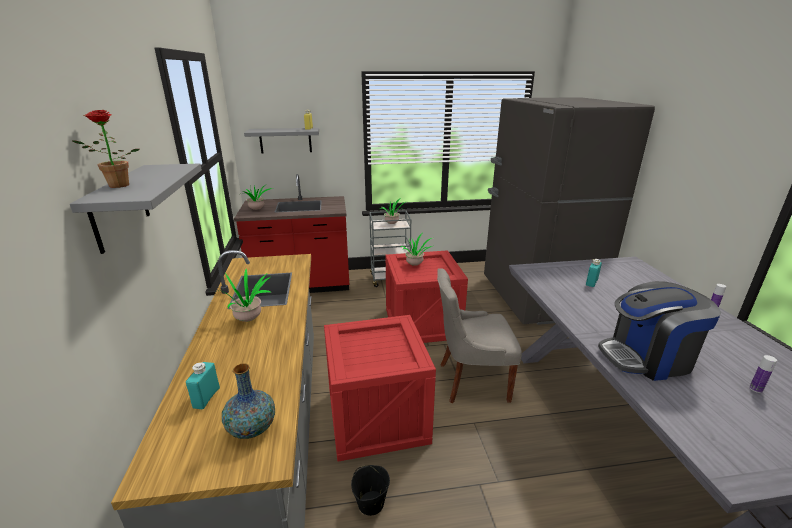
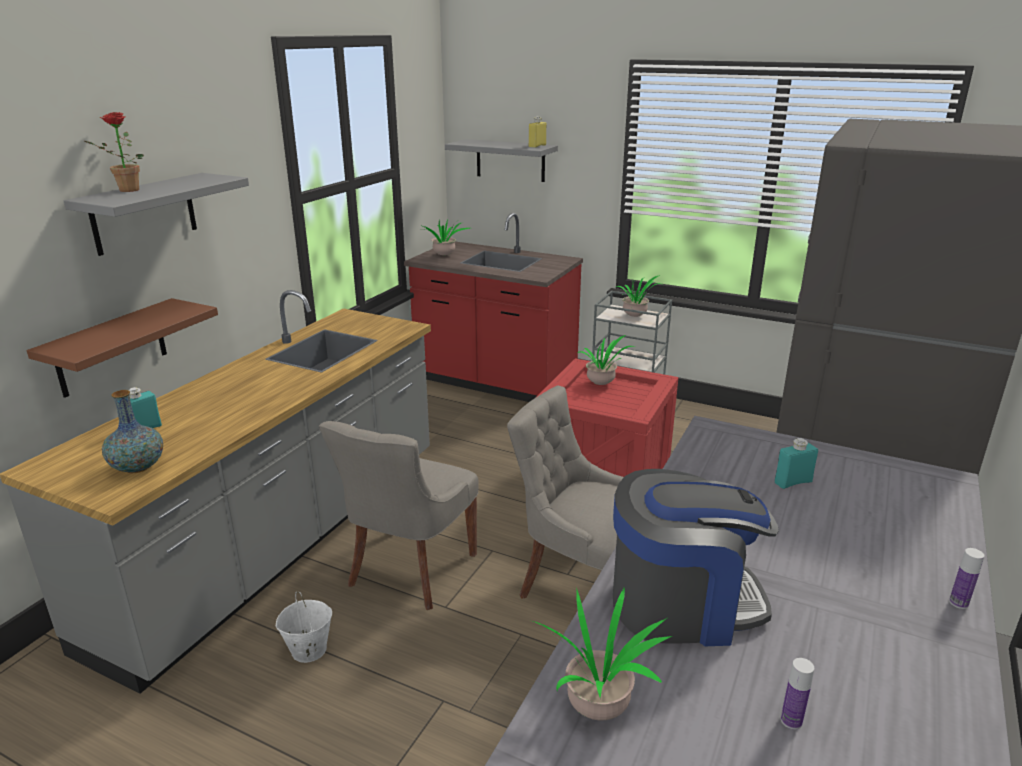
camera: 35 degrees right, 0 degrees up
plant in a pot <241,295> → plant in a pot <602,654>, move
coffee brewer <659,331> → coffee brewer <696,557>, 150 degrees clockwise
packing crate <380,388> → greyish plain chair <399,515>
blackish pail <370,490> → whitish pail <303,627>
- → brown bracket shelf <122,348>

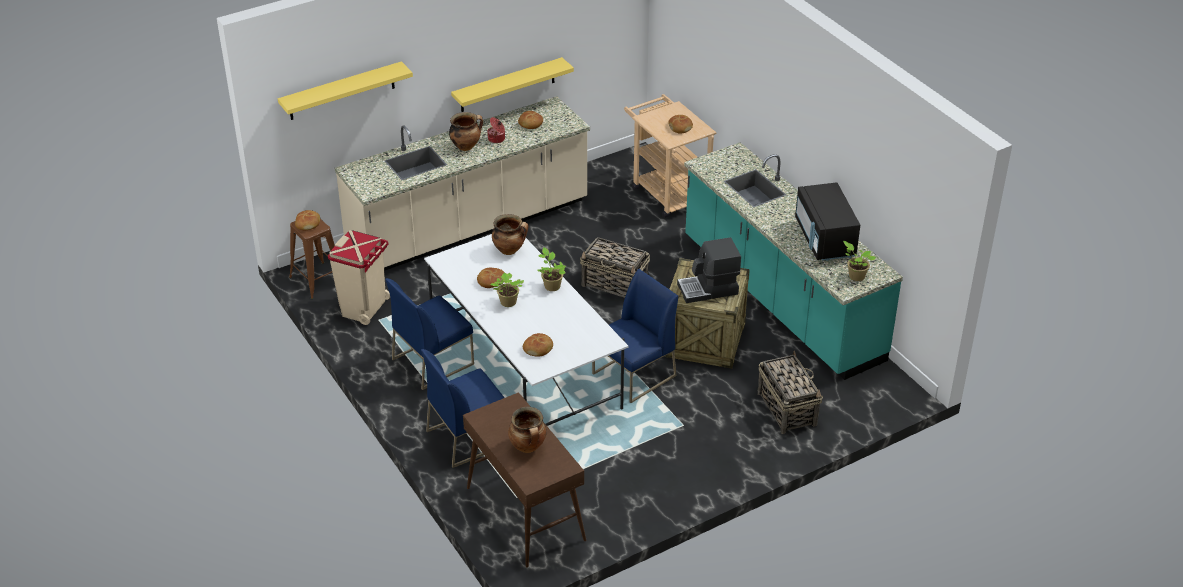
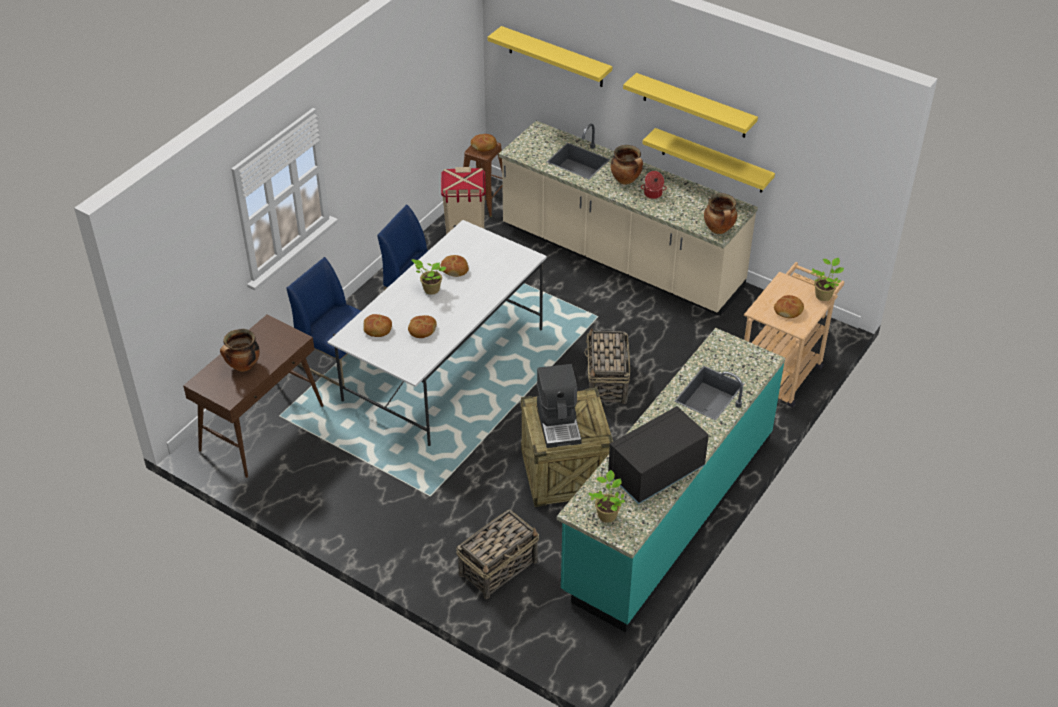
camera: 65 degrees right, 5 degrees up
bakery bread <530,120> → bakery bread <422,326>, move
stockpot <510,234> → stockpot <720,213>, move
coffee brewer <709,270> → coffee brewer <559,406>, 150 degrees counterclockwise
plant in a pot <551,269> → plant in a pot <827,279>, move
blue-coloured plain chair <635,336> → -
- → yellowish bracket shelf <690,105>

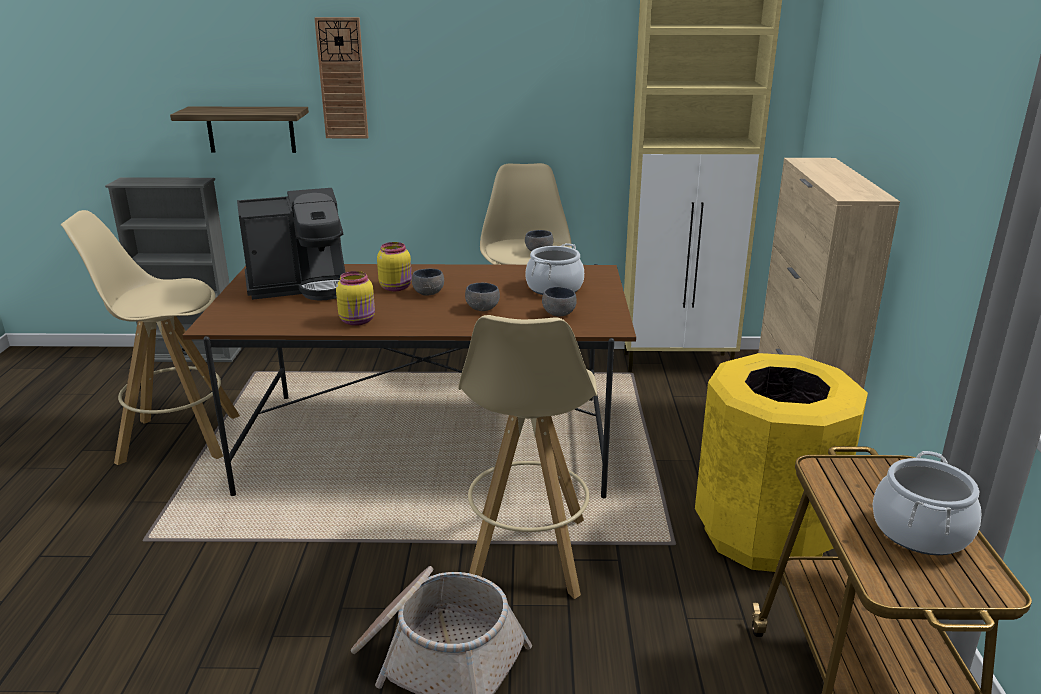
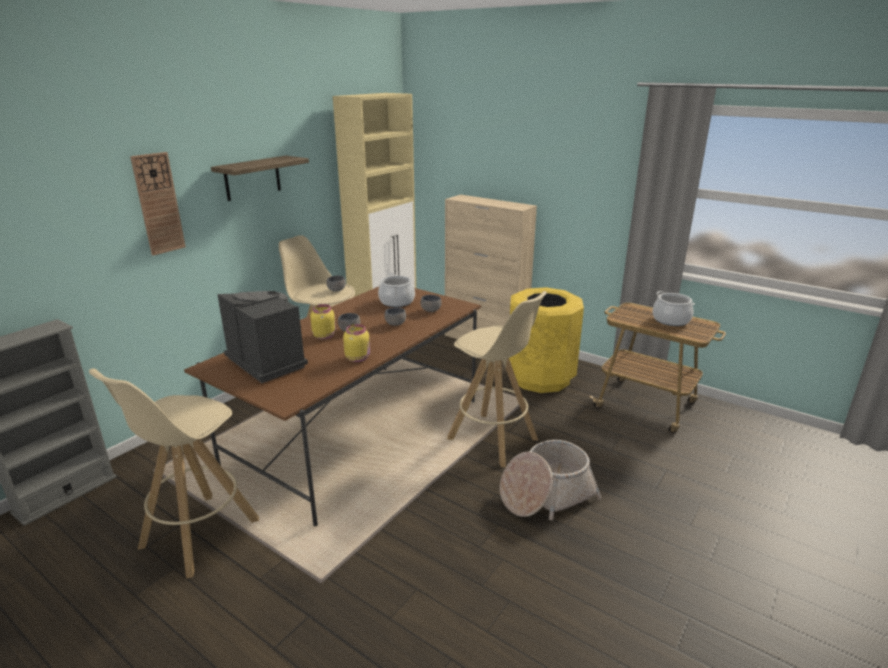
camera: 55 degrees left, 0 degrees up
bracket shelf <239,130> → bracket shelf <260,178>, move
coffee brewer <291,244> → coffee brewer <263,337>, 60 degrees counterclockwise

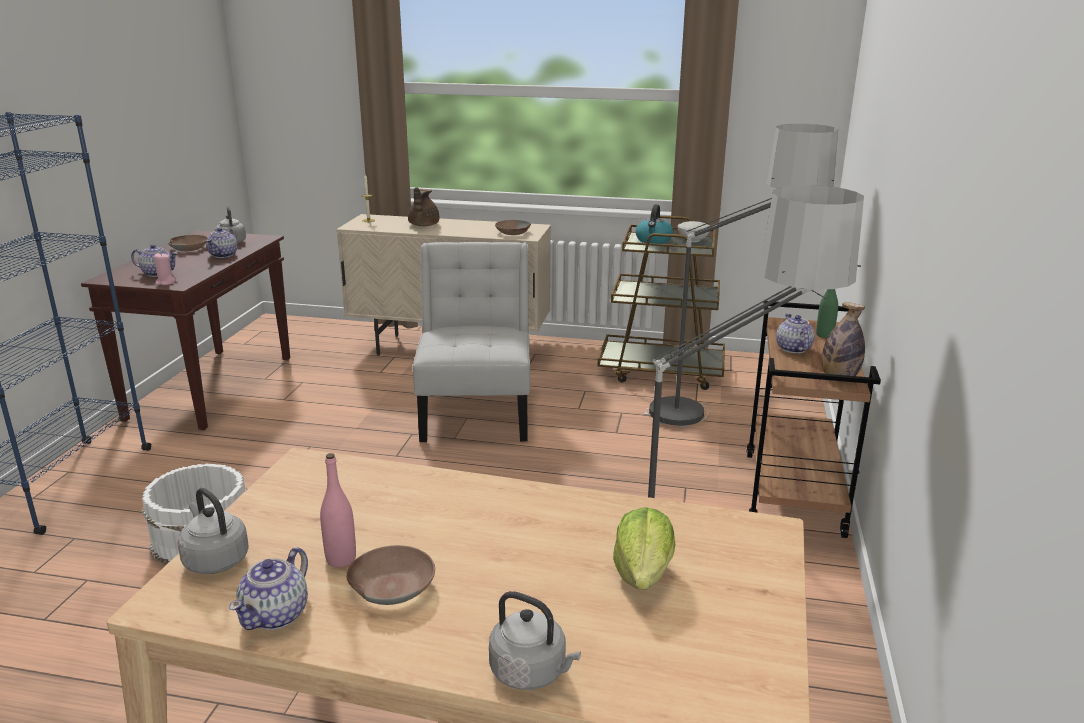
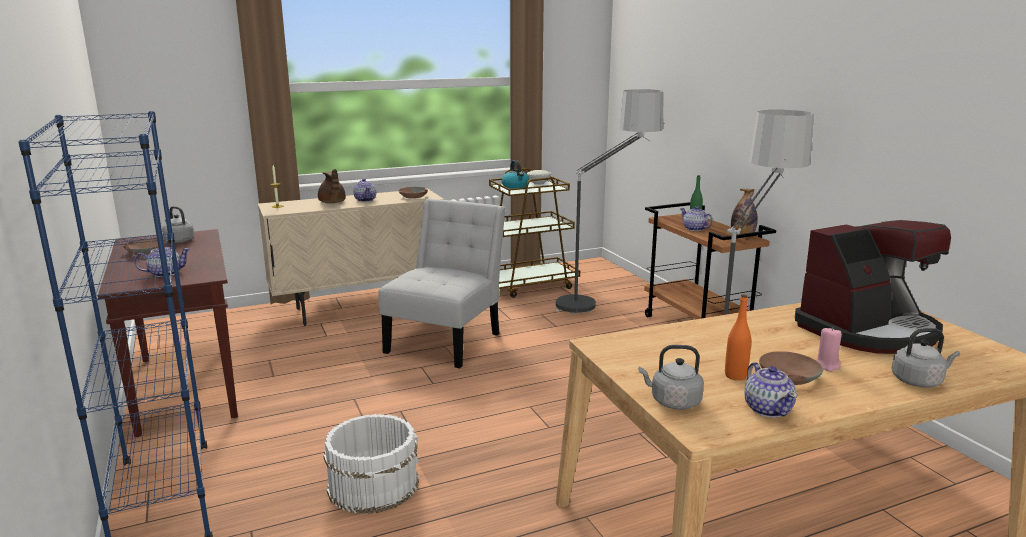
camera: 35 degrees left, 5 degrees down
teapot <221,243> → teapot <365,190>, move
whitish plain chair <471,342> → whitish plain chair <442,283>, 60 degrees clockwise
pink wax candle <165,269> → pink wax candle <829,349>, move
pink bottle <338,510> → orange bottle <738,337>
head of lettuce <644,548> → coffee brewer <873,287>

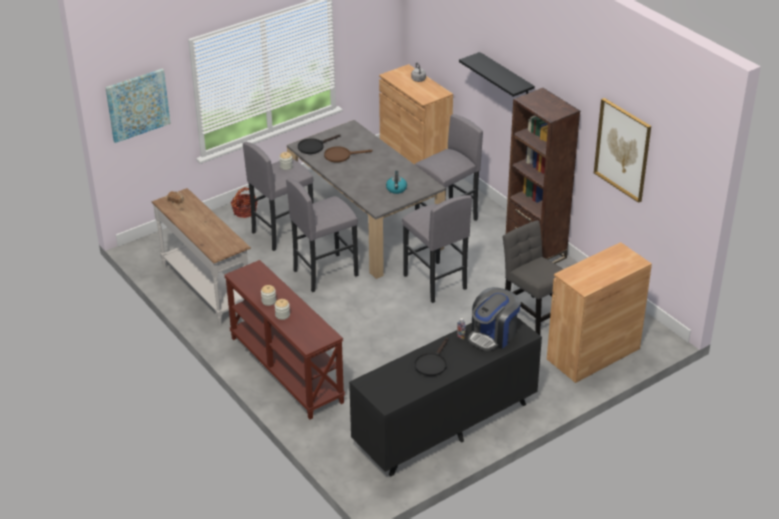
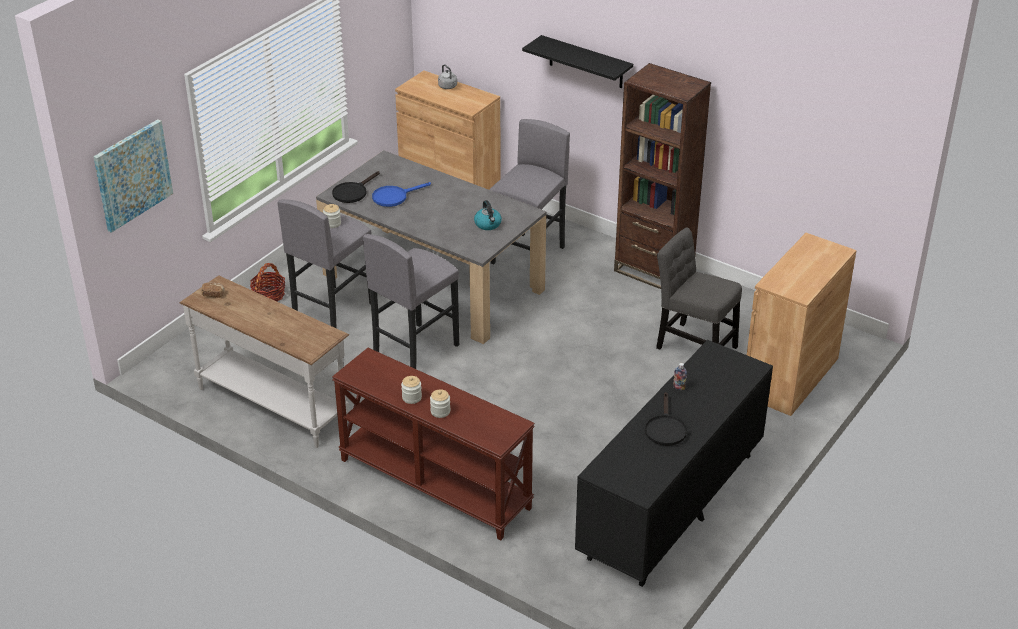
camera: 20 degrees left, 0 degrees up
picture <622,150> → -
brown frying pan <348,154> → blue-coloured frying pan <401,194>
greyish stool seat <437,249> → -
coffee brewer <494,319> → -

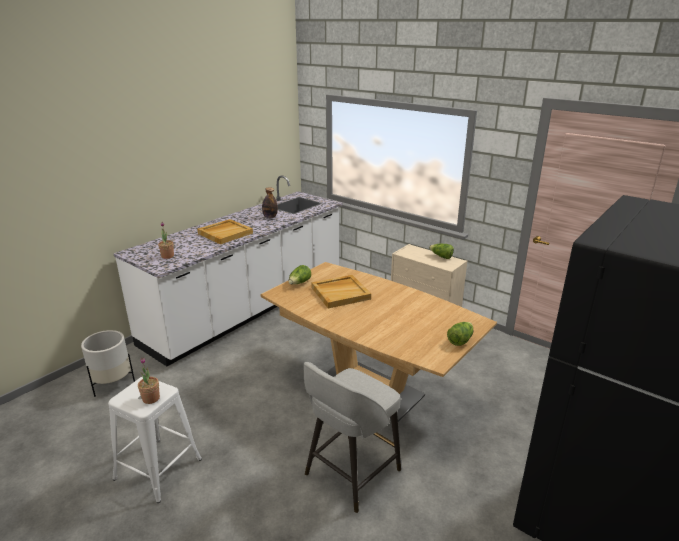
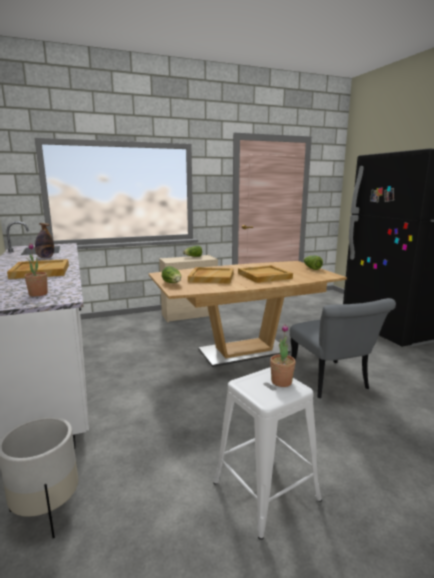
camera: 60 degrees left, 10 degrees down
greyish stool seat <352,437> → greyish plain chair <343,348>
- → sand-coloured serving tray <265,274>

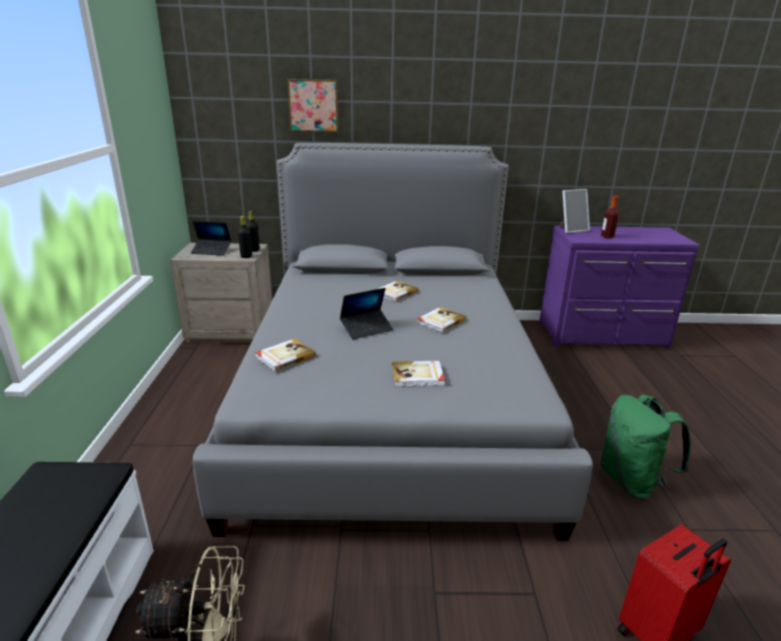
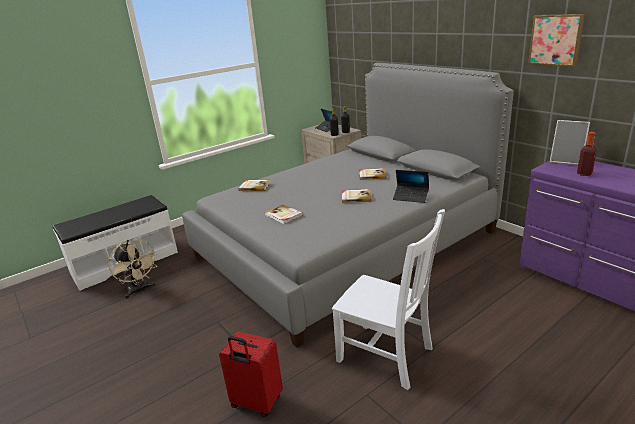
camera: 55 degrees right, 0 degrees up
picture <313,106> → picture <556,40>, move
laptop <366,313> → laptop <411,186>, move
green-coloured knapsack <645,447> → whitish plain chair <388,299>

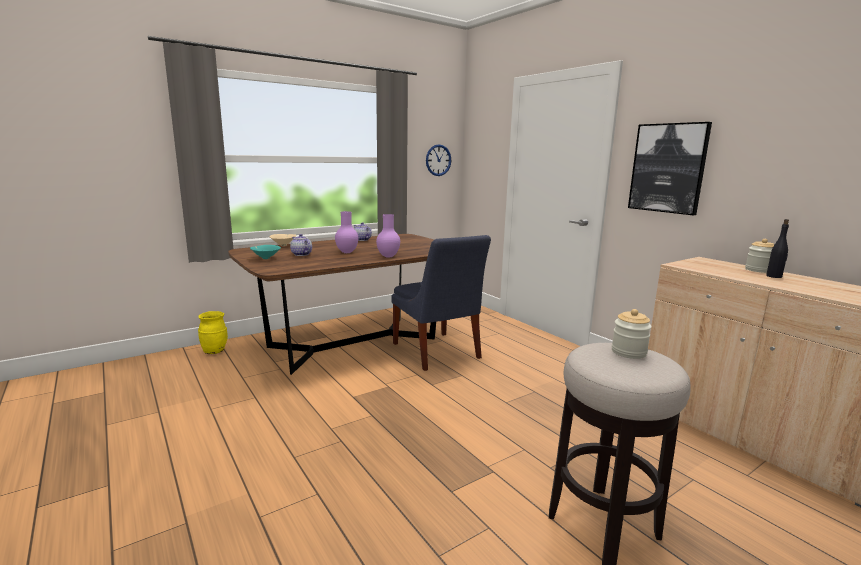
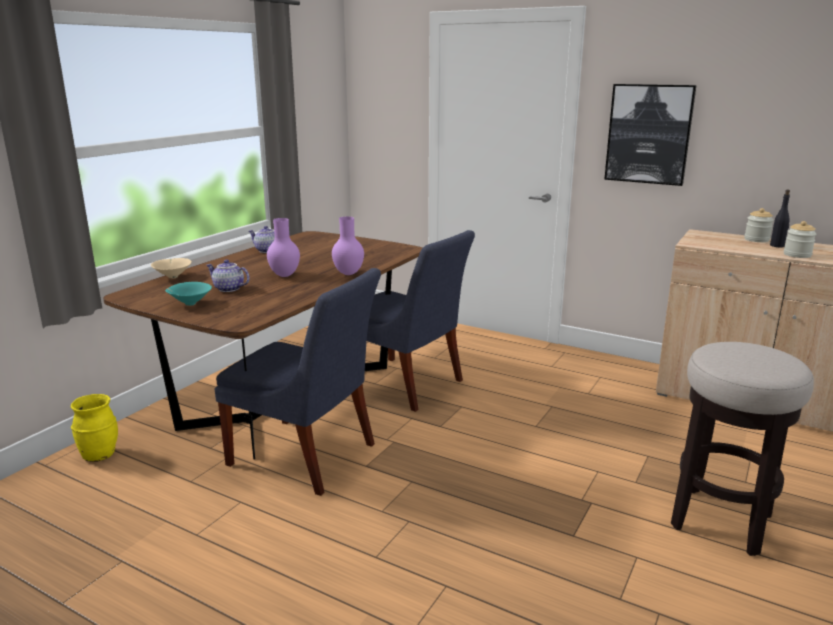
camera: 25 degrees left, 5 degrees up
clock on the wall <438,160> → -
storage jar <632,334> → storage jar <800,239>, move
- → blue-coloured plain chair <298,382>

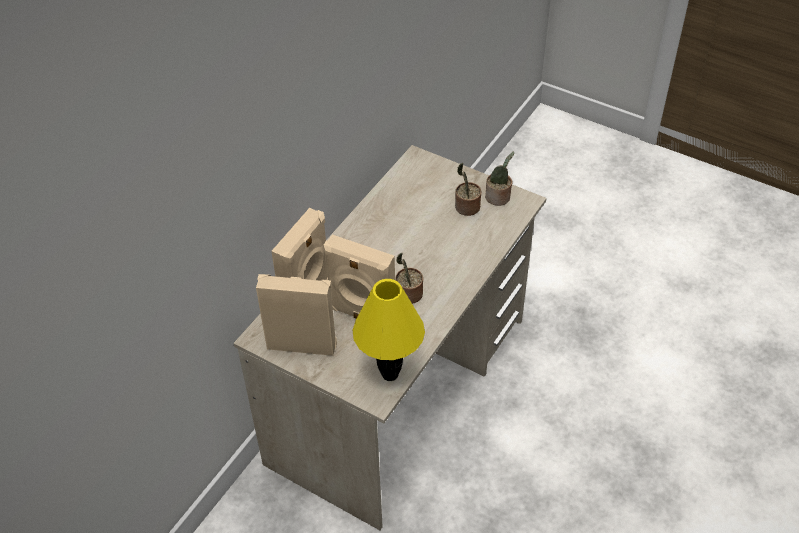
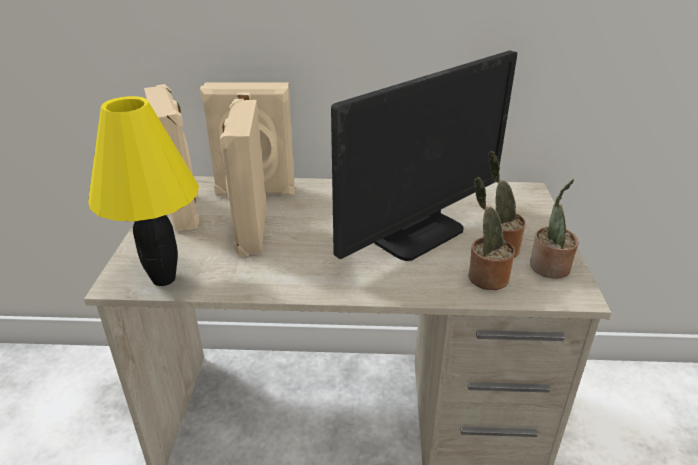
camera: 60 degrees right, 15 degrees down
plant in a pot <409,278> → plant in a pot <491,233>, move
- → computer display <424,155>

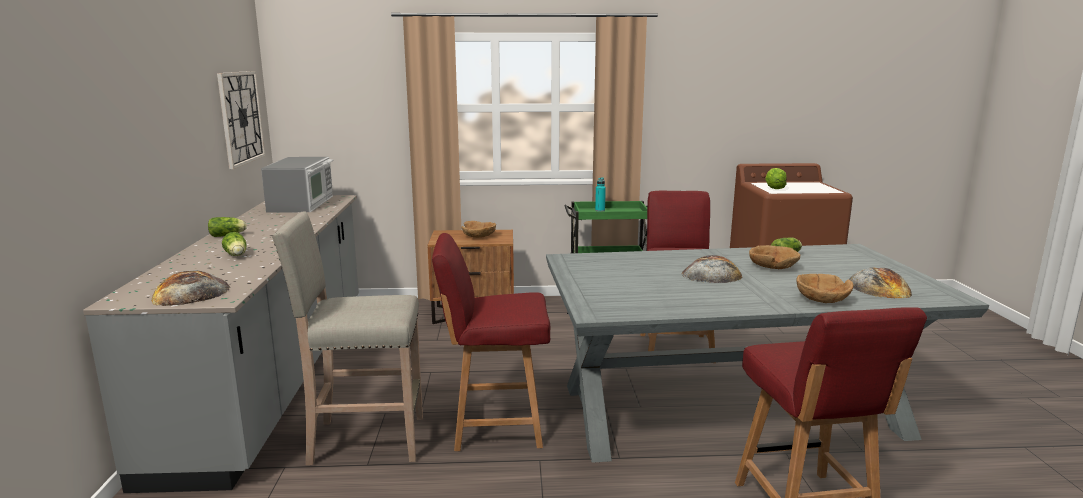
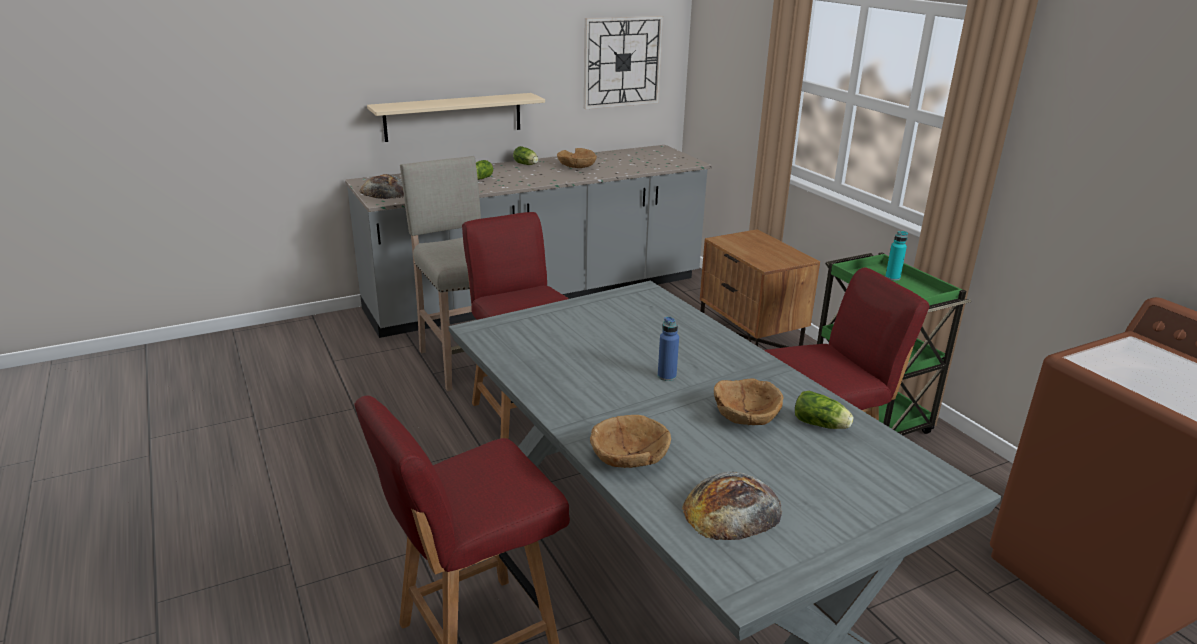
camera: 65 degrees right, 10 degrees up
microwave oven <297,184> → -
head of lettuce <776,178> → -
brown bowl <479,229> → brown bowl <577,158>, move
bakery bread <712,269> → blue-coloured bottle <668,348>
- → sand-coloured bracket shelf <456,117>

